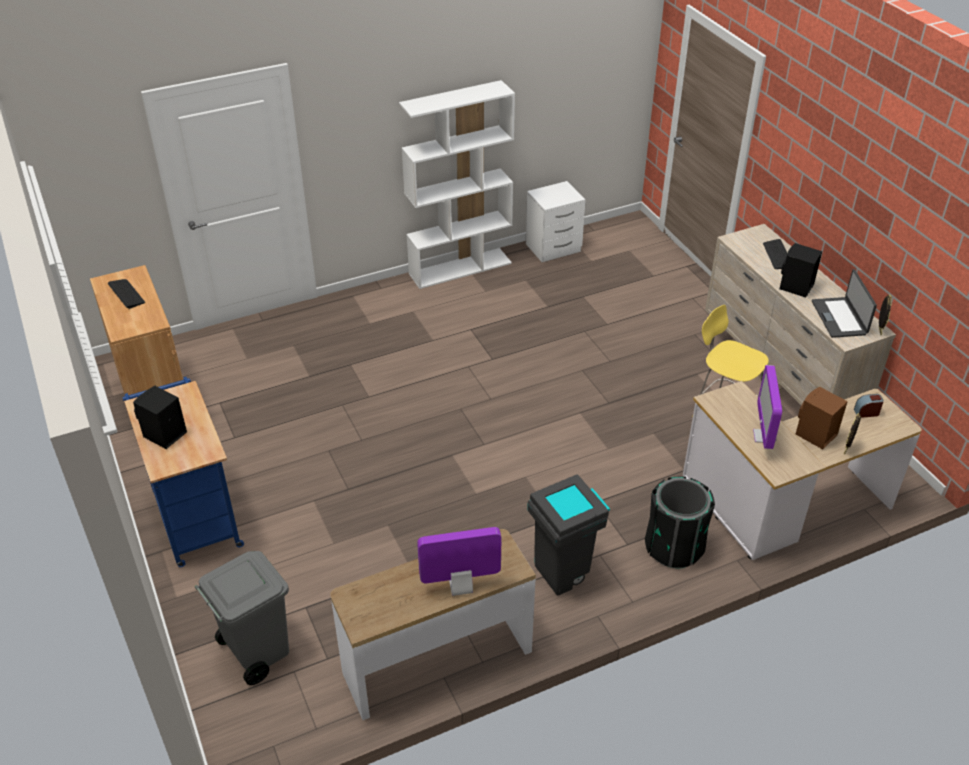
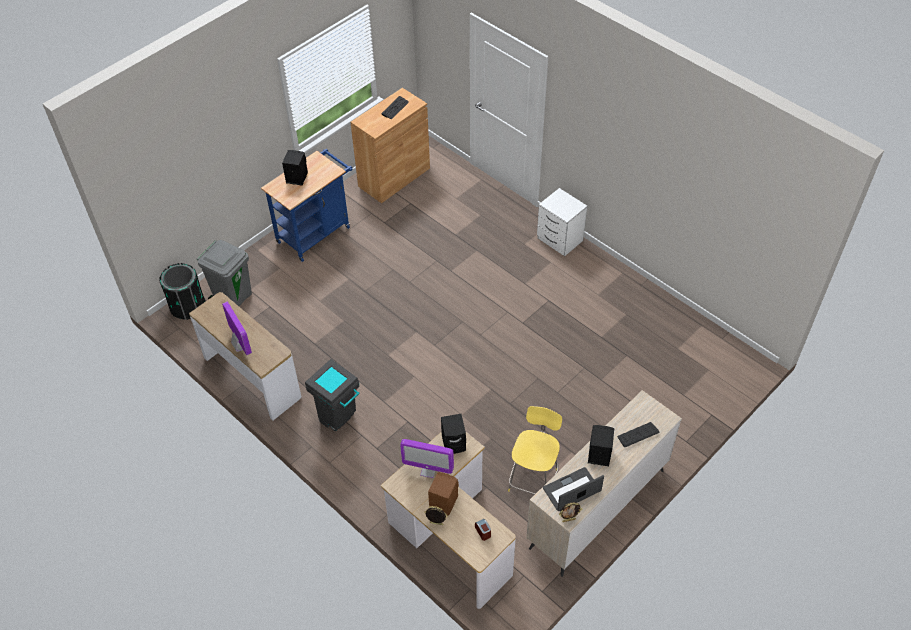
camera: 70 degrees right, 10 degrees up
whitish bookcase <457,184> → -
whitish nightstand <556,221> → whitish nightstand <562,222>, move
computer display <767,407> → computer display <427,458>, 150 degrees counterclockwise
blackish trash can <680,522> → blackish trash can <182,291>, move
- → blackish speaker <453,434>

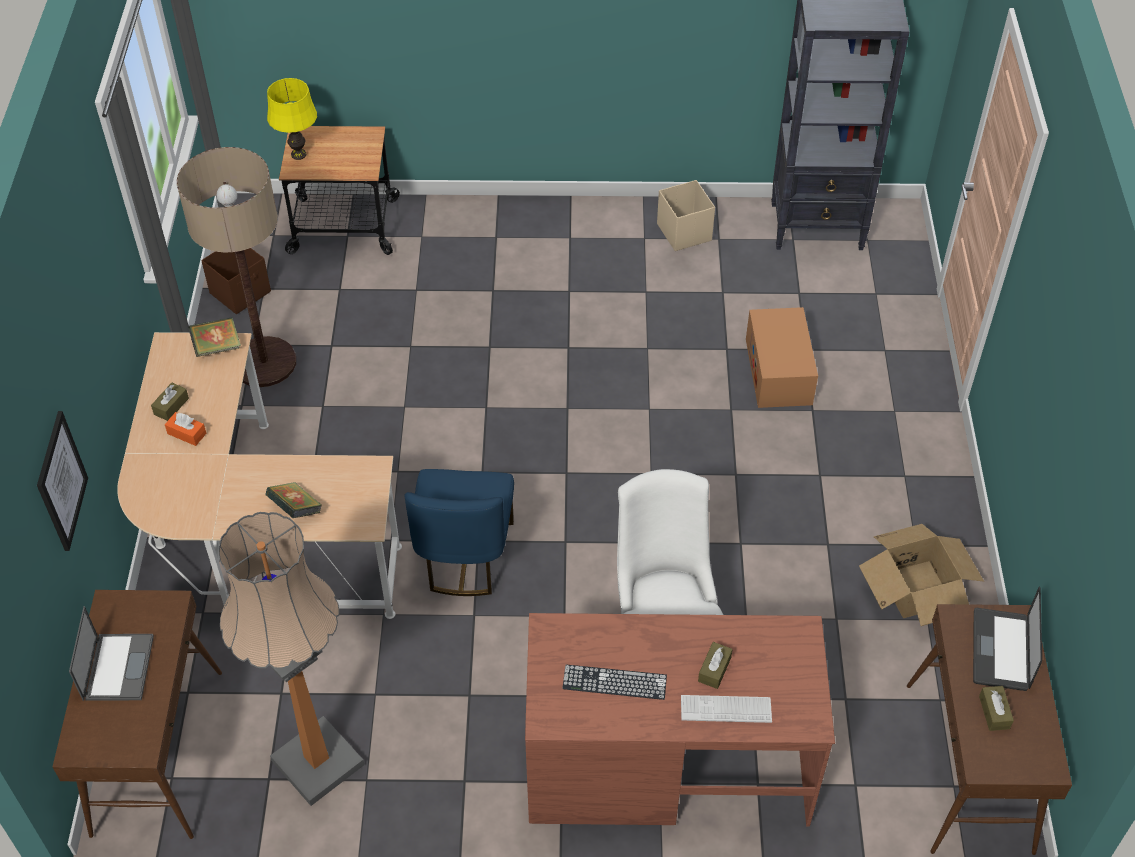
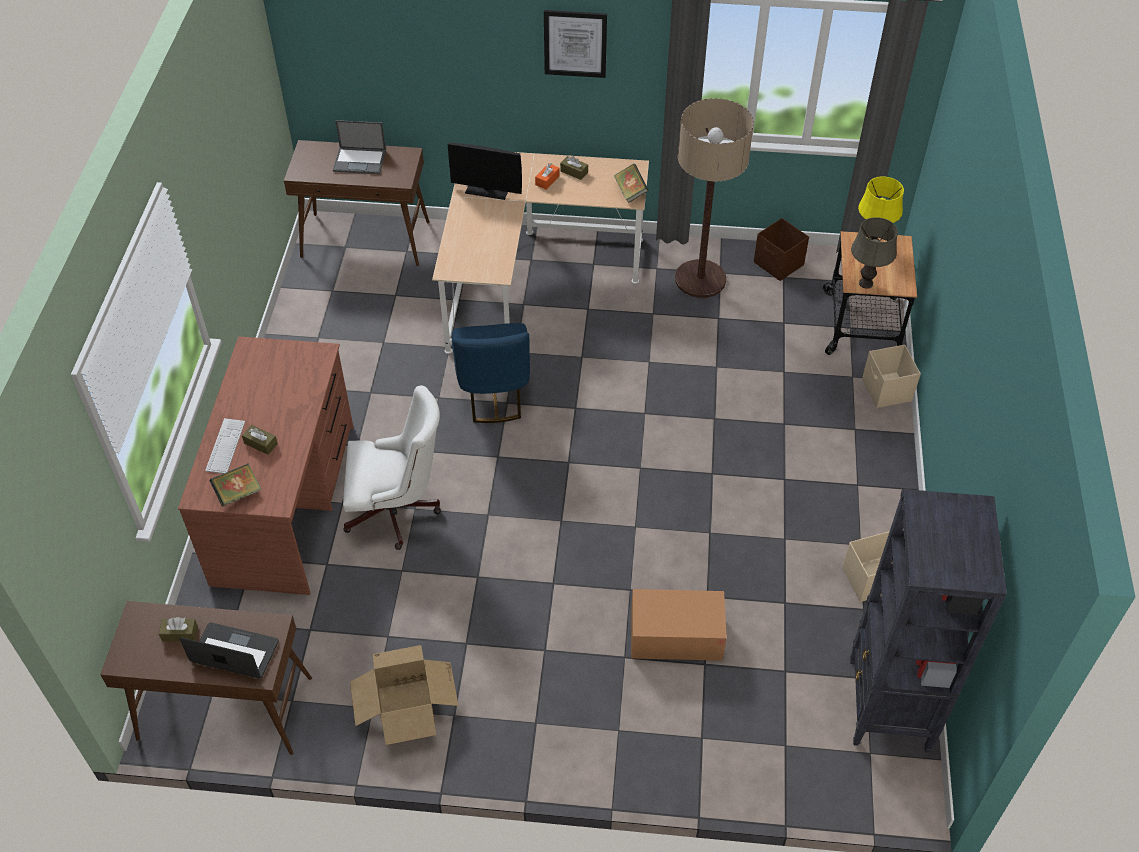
camera: 95 degrees right, 0 degrees up
picture <62,481> → picture <575,44>, move
blue-coloured plain chair <459,532> → blue-coloured plain chair <491,373>, 105 degrees counterclockwise
volume <293,500> → volume <235,485>, move
floor lamp <291,659> → -
keyboard <614,682> → -
- → computer display <485,171>
- → greyish tabletop lamp <874,253>
- → sand-coloured storage box <891,376>

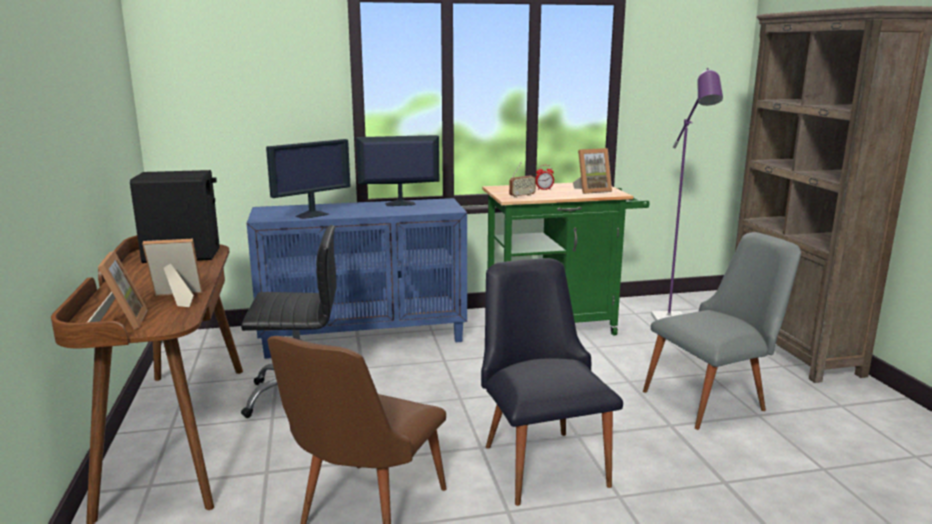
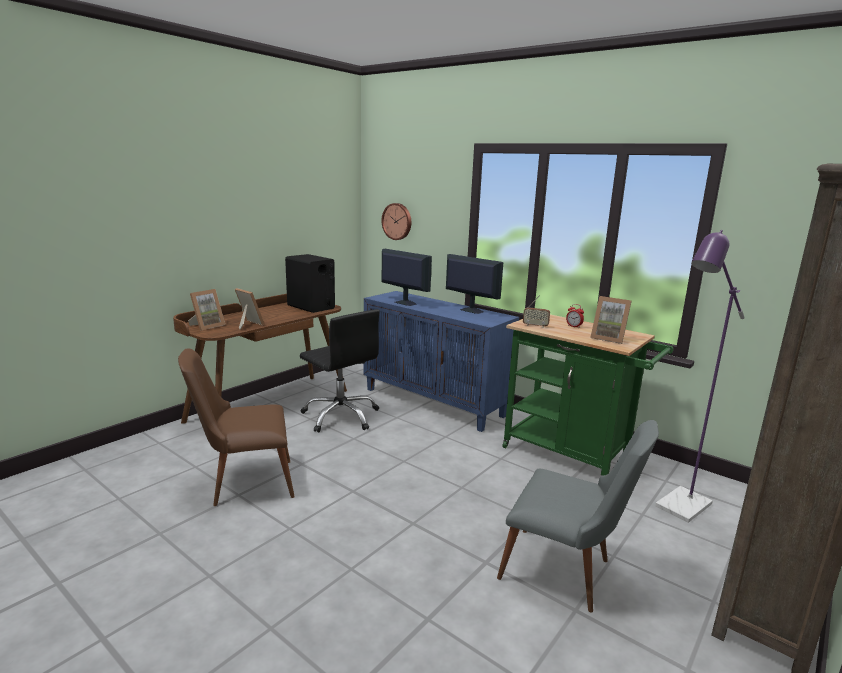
camera: 50 degrees right, 0 degrees up
computer display <308,179> → computer display <406,277>, 150 degrees counterclockwise
blackish plain chair <552,382> → -
- → clock on the wall <396,221>

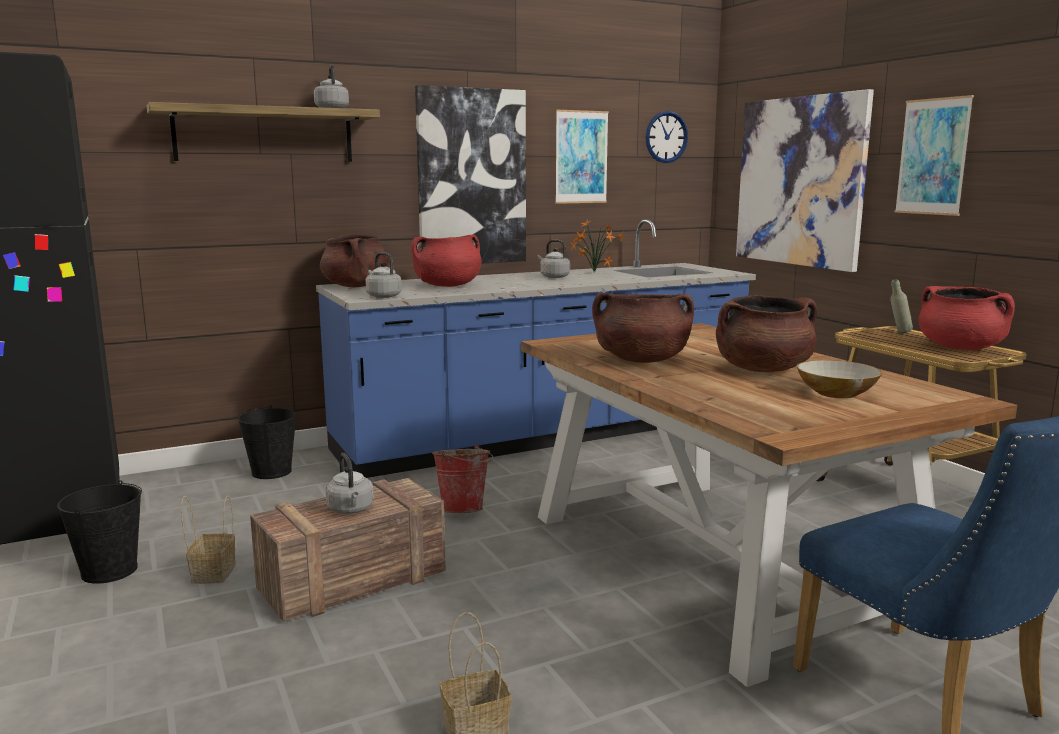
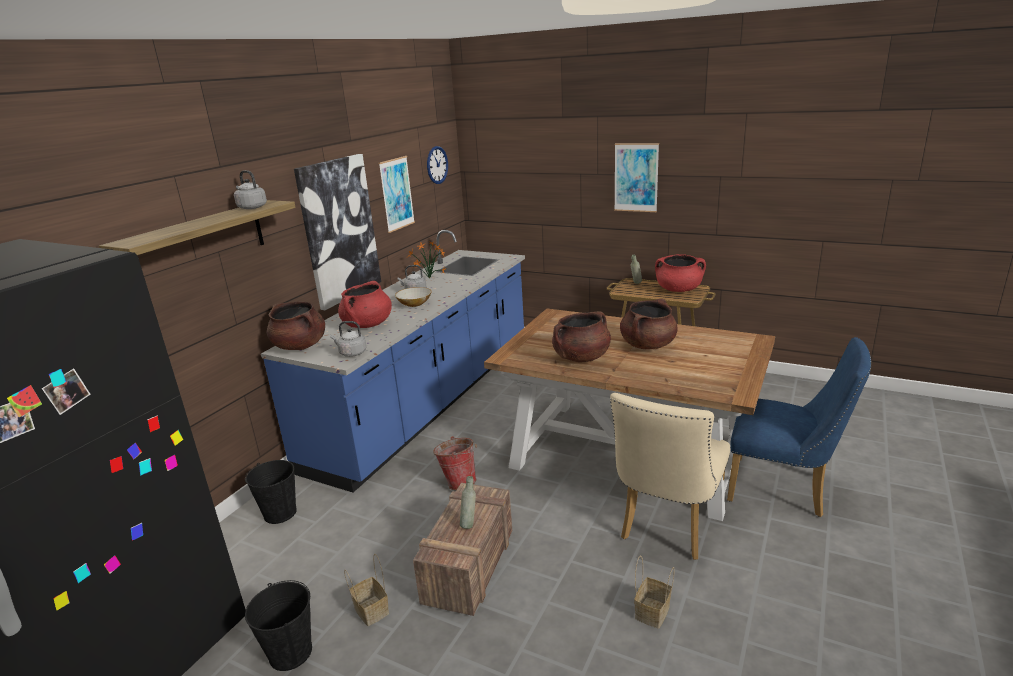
camera: 35 degrees left, 10 degrees up
picture <805,180> → -
bowl <839,379> → bowl <413,297>, move
greyish tea kettle <349,483> → greyish bottle <468,502>
- → sand-coloured plain chair <670,476>

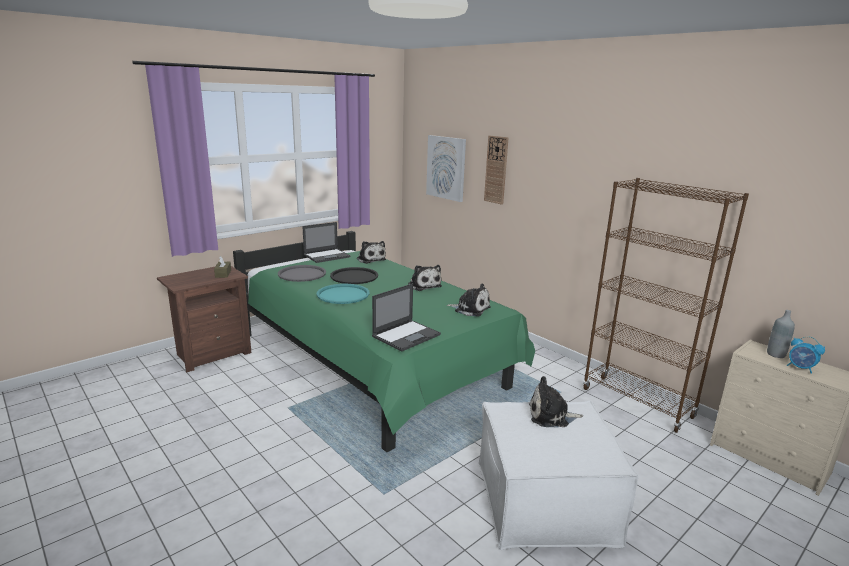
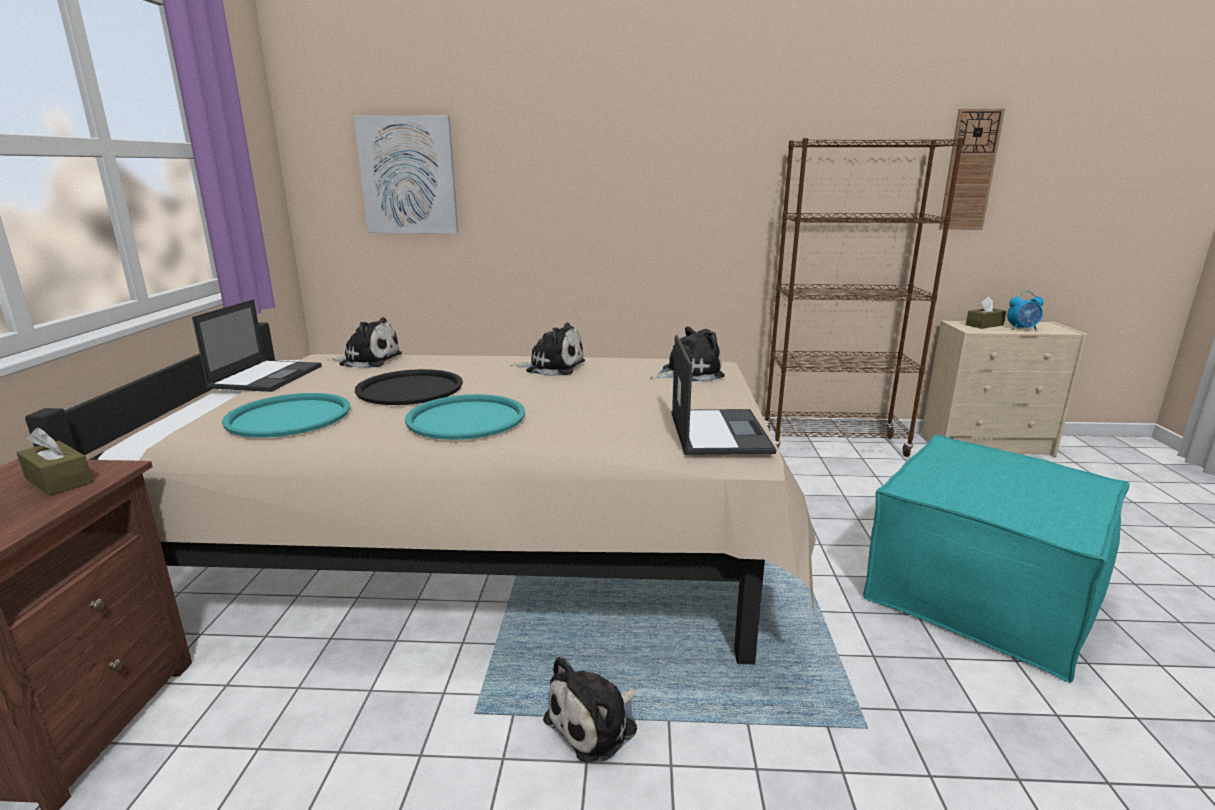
camera: 45 degrees left, 0 degrees up
clock on the wall <496,170> → clock on the wall <972,169>, move
green-coloured bed <384,341> → sand-coloured bed <420,493>
greyish serving tray <302,273> → blue-green serving tray <286,415>
greyish bottle <781,334> → brown box of tissues <986,313>
cuddly toy <556,401> → cuddly toy <590,709>, move
whitish pouffe <558,475> → blue-green pouffe <996,559>

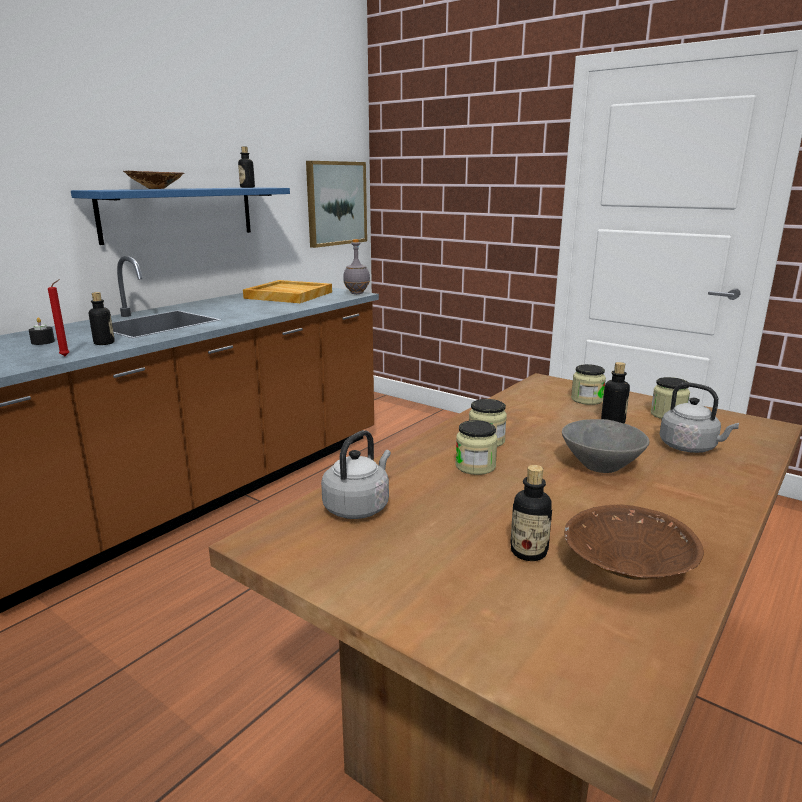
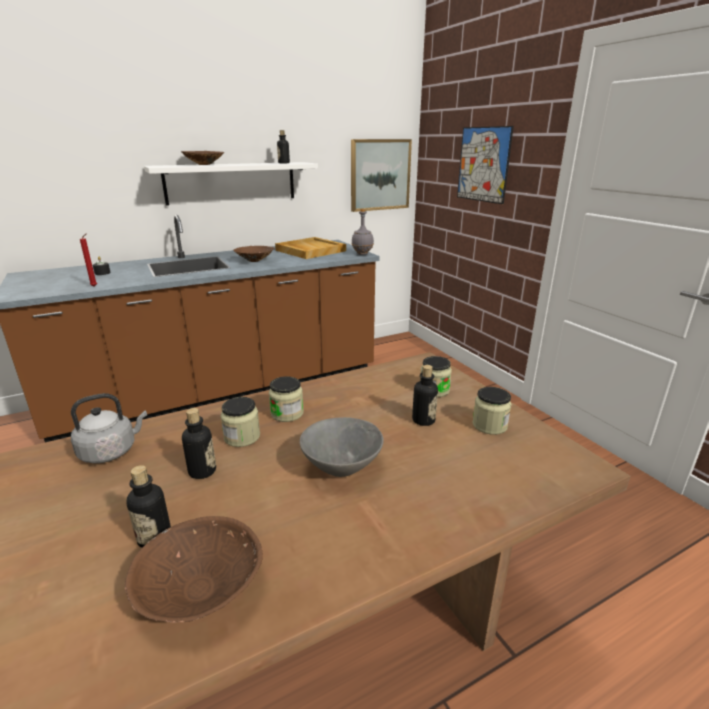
camera: 25 degrees right, 5 degrees up
blue-coloured bracket shelf <180,216> → whitish bracket shelf <231,184>
bottle <102,318> → bottle <199,443>, move
greyish tea kettle <699,417> → -
- → picture <485,165>
- → brown bowl <253,254>

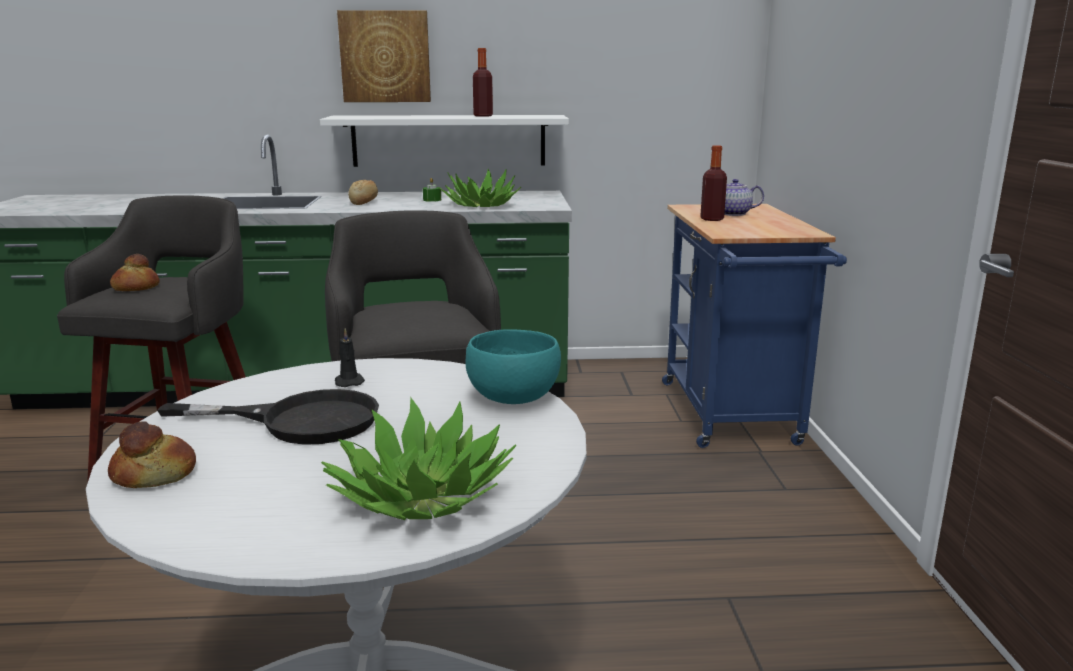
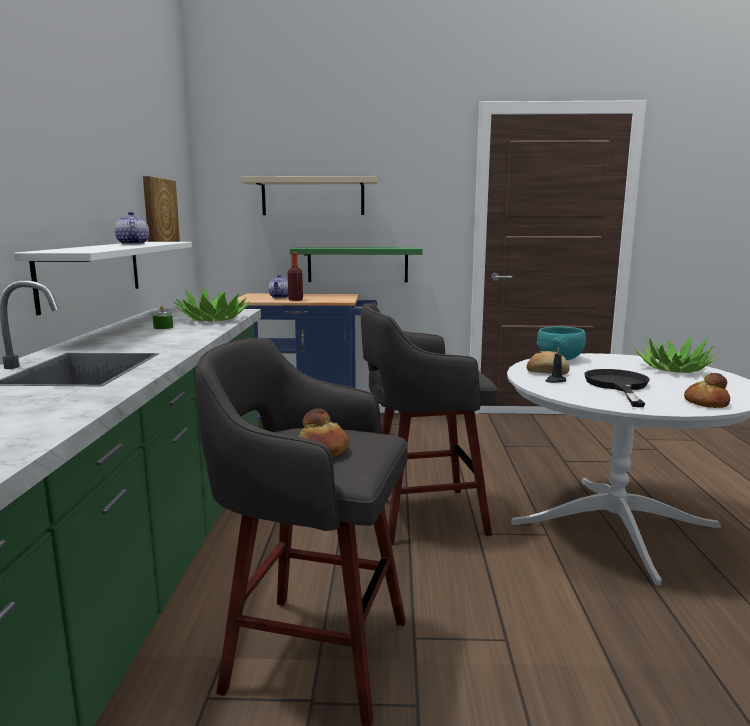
camera: 85 degrees left, 5 degrees down
picture <384,56> → picture <161,209>, move
bottle <483,82> → teapot <132,228>
bakery bread <363,192> → bakery bread <548,363>, move
- → sand-coloured bracket shelf <309,195>
- → green-coloured bracket shelf <356,264>

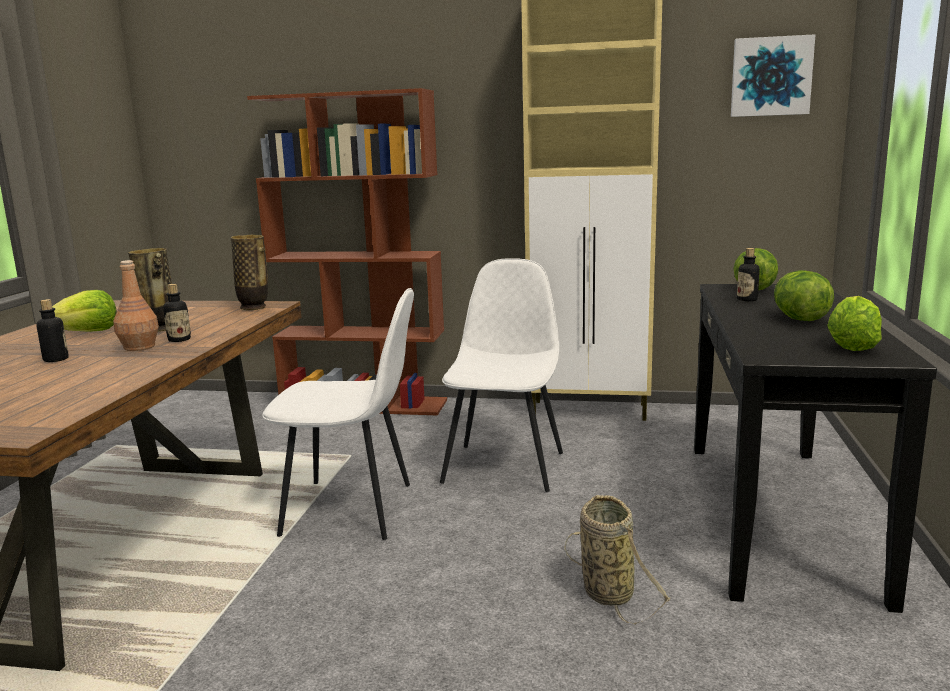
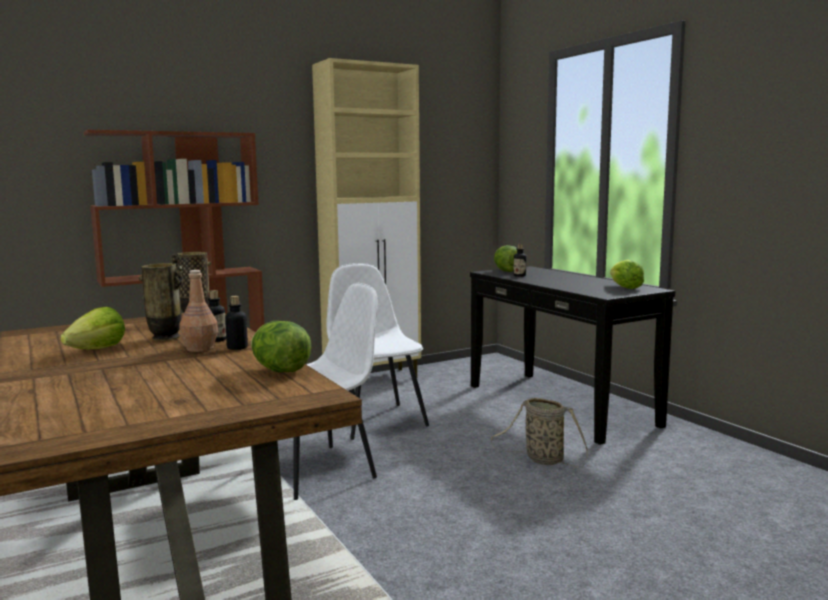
camera: 40 degrees left, 5 degrees down
picture <773,75> → -
head of lettuce <804,295> → head of lettuce <281,346>, move
bottle <52,330> → bottle <236,323>, move

